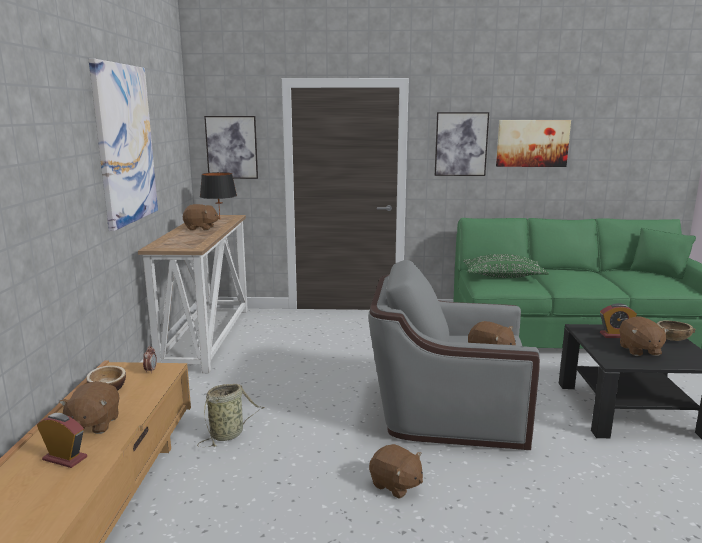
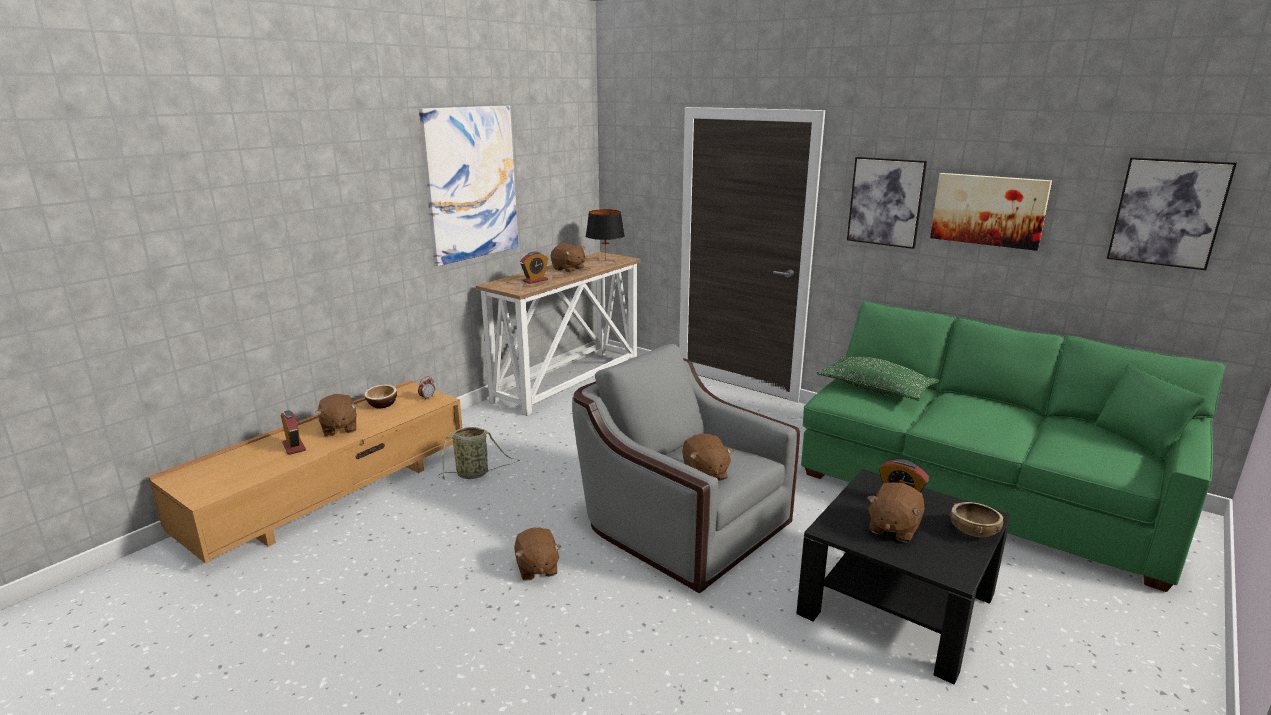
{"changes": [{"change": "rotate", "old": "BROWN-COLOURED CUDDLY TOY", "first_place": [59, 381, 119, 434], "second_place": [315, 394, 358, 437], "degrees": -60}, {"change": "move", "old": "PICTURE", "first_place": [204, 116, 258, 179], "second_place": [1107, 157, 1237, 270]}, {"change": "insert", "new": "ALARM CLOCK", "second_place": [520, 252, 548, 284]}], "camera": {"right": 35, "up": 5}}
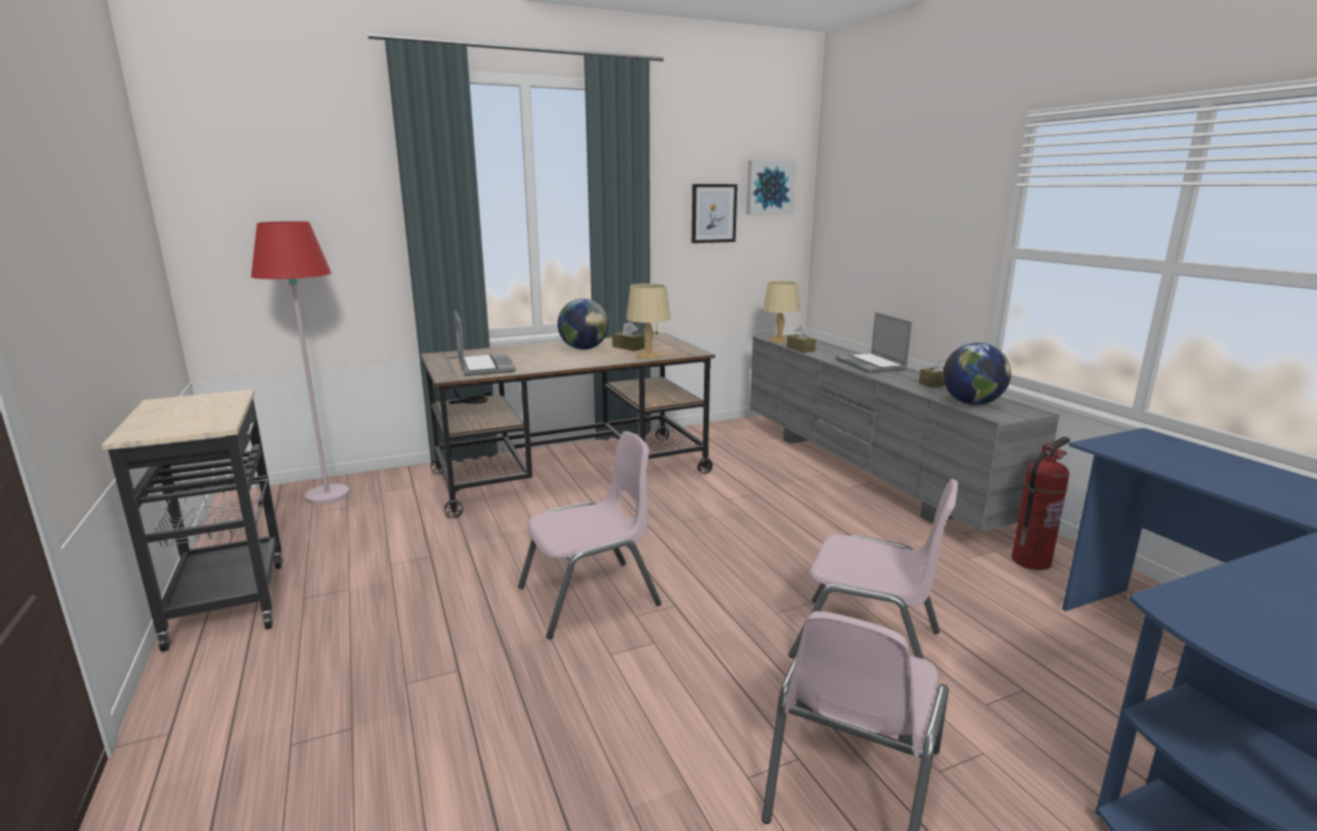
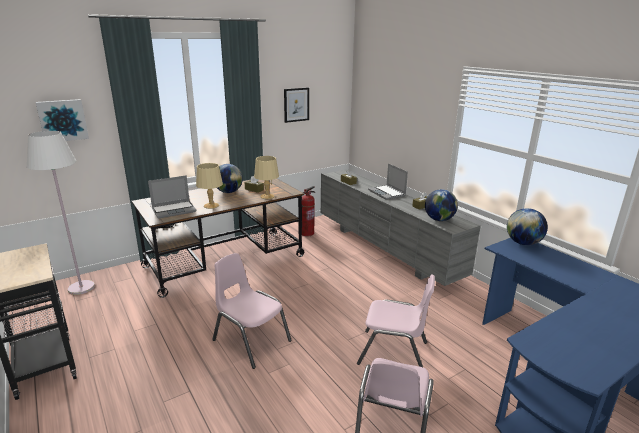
{"changes": [{"change": "recolor", "old": "RED STANDING LAMP", "new": "WHITISH STANDING LAMP", "first_place": [251, 221, 350, 504], "second_place": [27, 131, 95, 295]}, {"change": "rotate", "old": "NOTEBOOK COMPUTER", "first_place": [454, 310, 516, 376], "second_place": [148, 175, 196, 218], "degrees": 90}, {"change": "rotate", "old": "PINK CHAIR", "first_place": [518, 431, 662, 639], "second_place": [212, 253, 292, 369], "degrees": -105}, {"change": "move", "old": "PICTURE", "first_place": [747, 160, 795, 214], "second_place": [36, 99, 89, 141]}, {"change": "move", "old": "BEIGE TABLETOP LAMP", "first_place": [763, 281, 800, 343], "second_place": [196, 163, 223, 209]}, {"change": "move", "old": "FIRE-FIGHTING CYLINDER", "first_place": [1011, 437, 1070, 570], "second_place": [302, 186, 315, 236]}, {"change": "insert", "new": "GLOBE", "second_place": [507, 208, 548, 245]}], "camera": {"right": -10, "up": 5}}
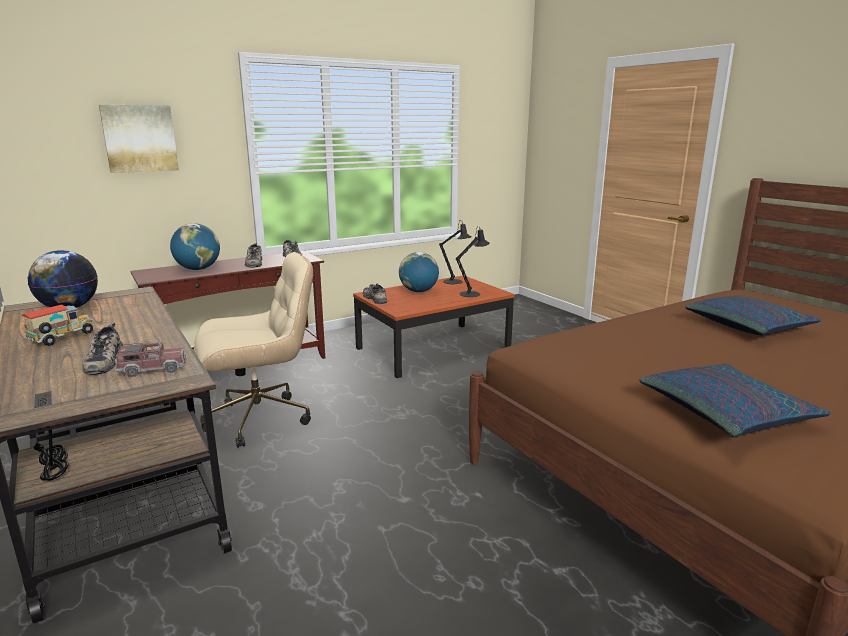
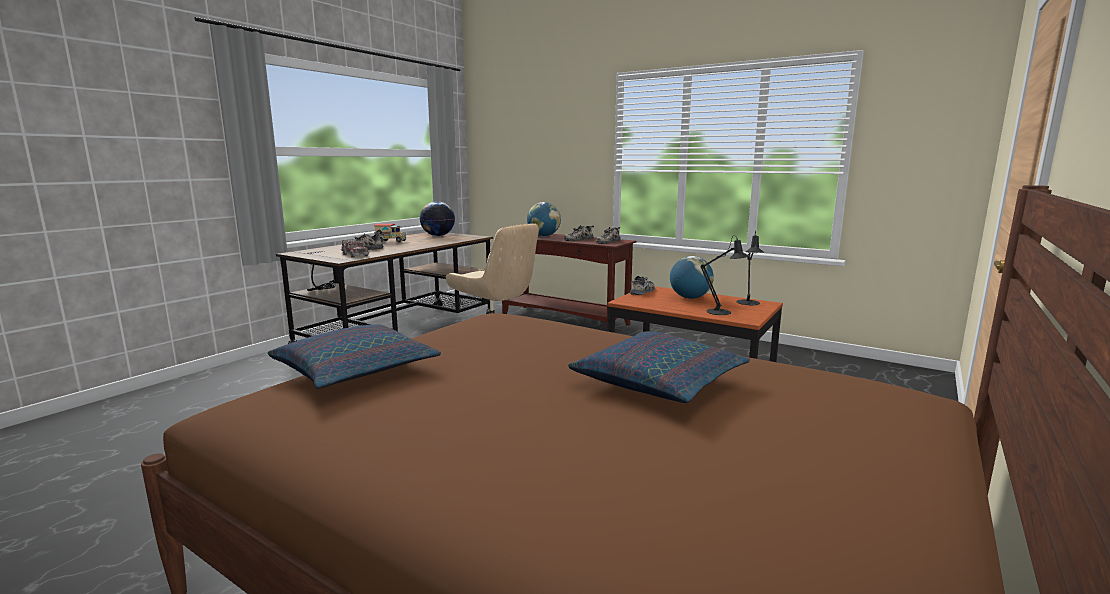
{"changes": [{"change": "delete", "old": "PICTURE", "first_place": [99, 105, 179, 173]}], "camera": {"right": 65, "up": -5}}
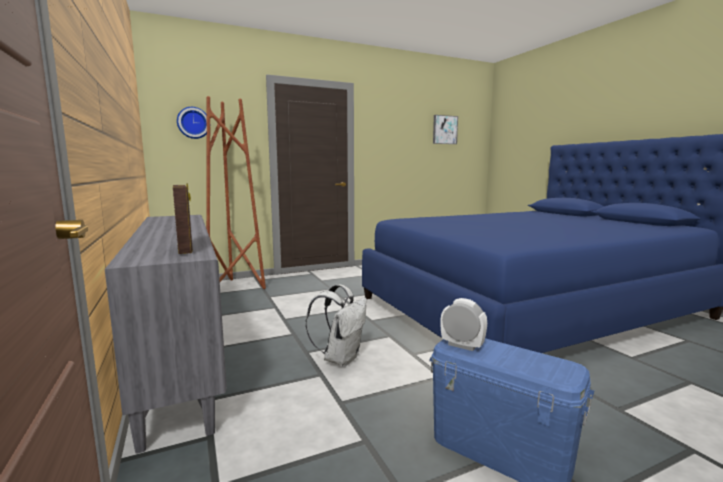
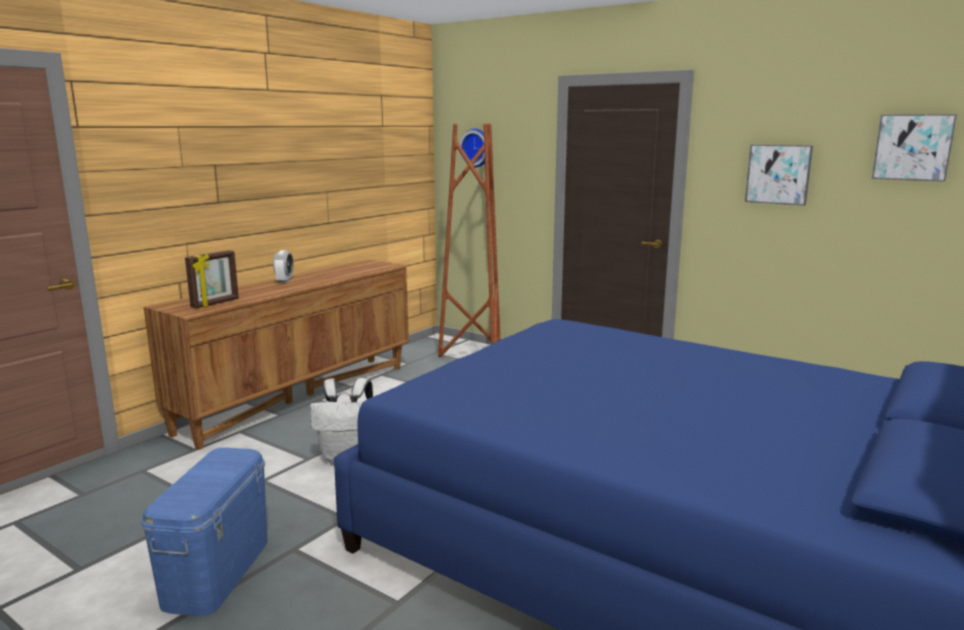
{"changes": [{"change": "recolor", "old": "GREY DRAWER CHEST", "new": "BROWN-COLOURED DRAWER CHEST", "first_place": [105, 215, 227, 454], "second_place": [144, 259, 409, 450]}, {"change": "move", "old": "ALARM CLOCK", "first_place": [440, 298, 487, 351], "second_place": [273, 250, 294, 283]}, {"change": "insert", "new": "PICTURE", "second_place": [745, 145, 813, 206]}], "camera": {"right": 60, "up": 5}}
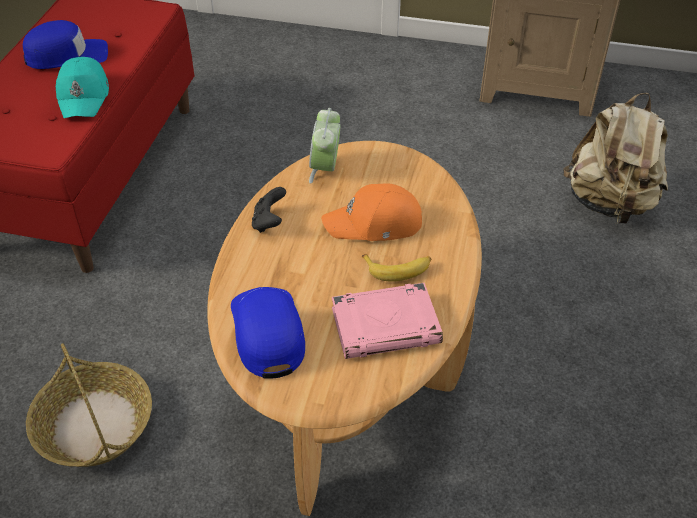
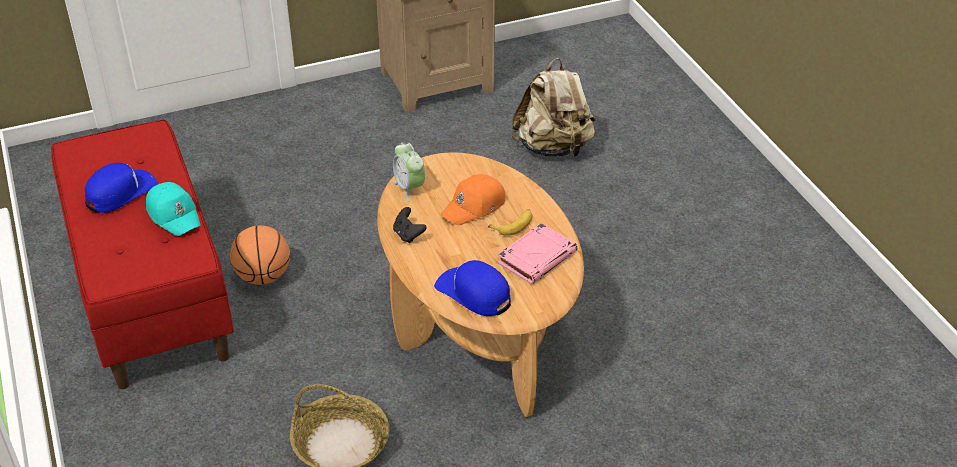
{"changes": [{"change": "insert", "new": "BASKETBALL BALL", "second_place": [230, 225, 290, 285]}], "camera": {"right": -35, "up": -5}}
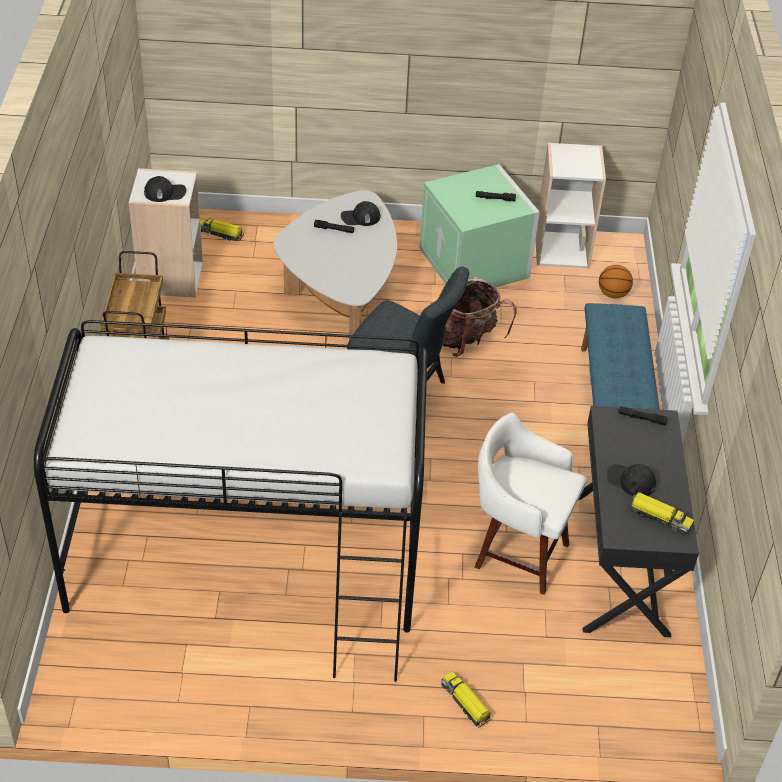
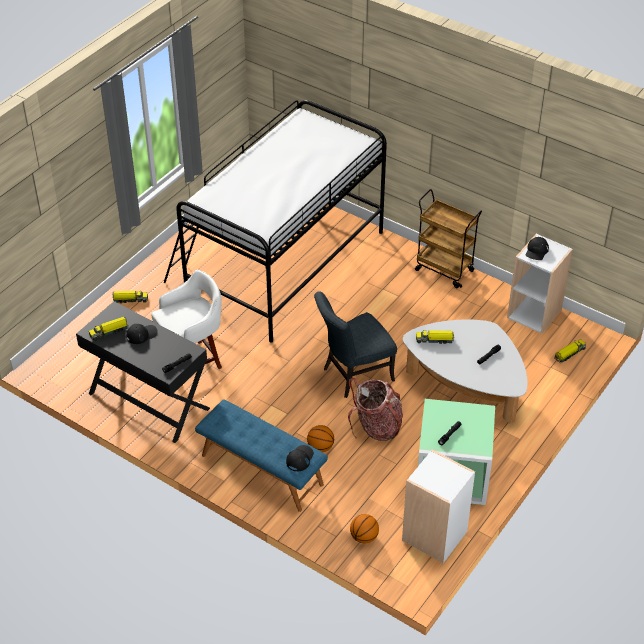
{"changes": [{"change": "move", "old": "BLACKISH CAP", "first_place": [341, 201, 380, 226], "second_place": [286, 445, 314, 472]}, {"change": "insert", "new": "BASKETBALL BALL", "second_place": [307, 425, 334, 452]}, {"change": "insert", "new": "MODEL TRUCK", "second_place": [416, 330, 455, 344]}], "camera": {"right": 125, "up": 0}}
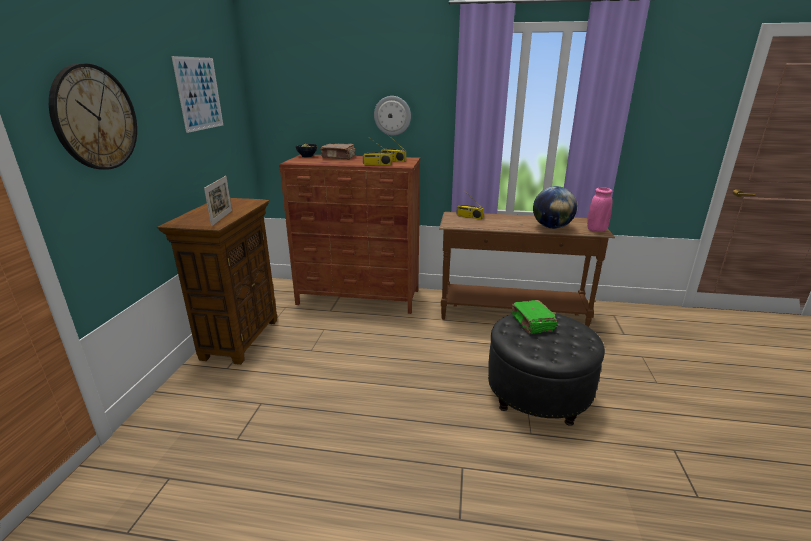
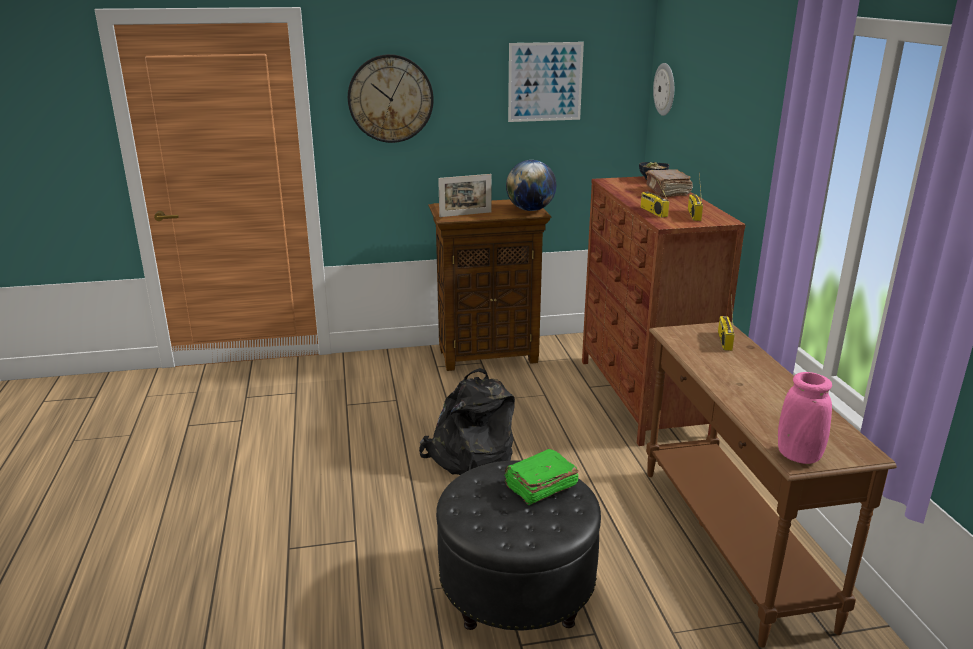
{"changes": [{"change": "move", "old": "HANGING CLOCK", "first_place": [374, 96, 411, 136], "second_place": [653, 63, 674, 116]}, {"change": "move", "old": "GLOBE", "first_place": [533, 186, 577, 229], "second_place": [506, 160, 556, 211]}, {"change": "insert", "new": "BLACKISH BACKPACK", "second_place": [419, 368, 515, 475]}], "camera": {"right": 70, "up": 0}}
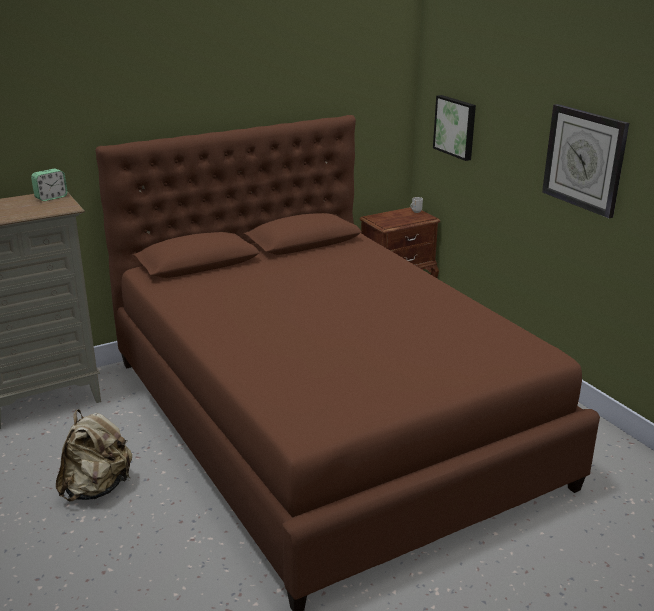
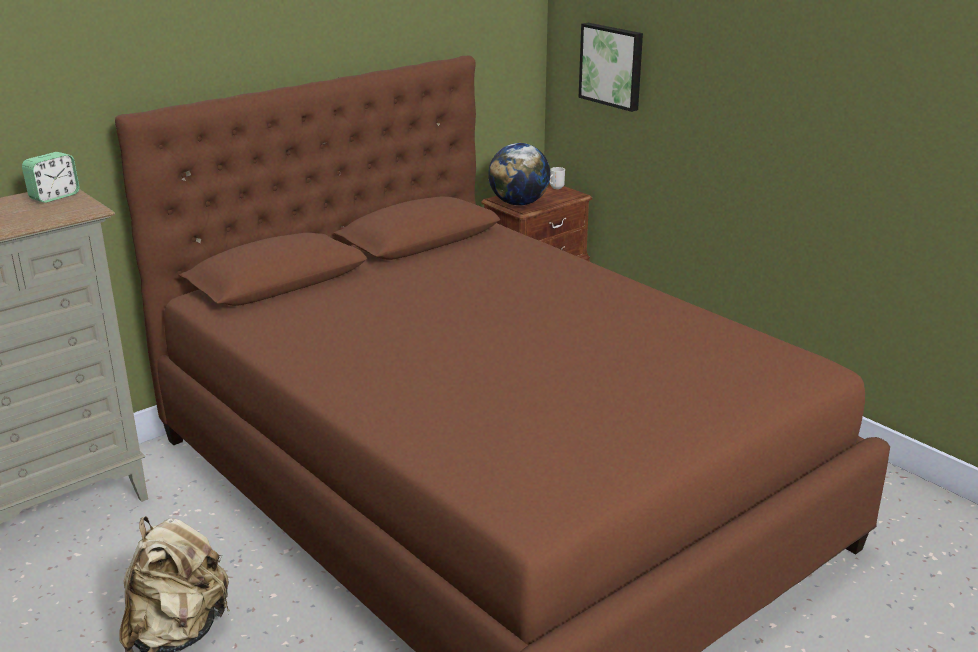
{"changes": [{"change": "delete", "old": "HANGING CLOCK", "first_place": [542, 104, 629, 218]}, {"change": "insert", "new": "GLOBE", "second_place": [488, 143, 550, 206]}], "camera": {"right": -10, "up": 0}}
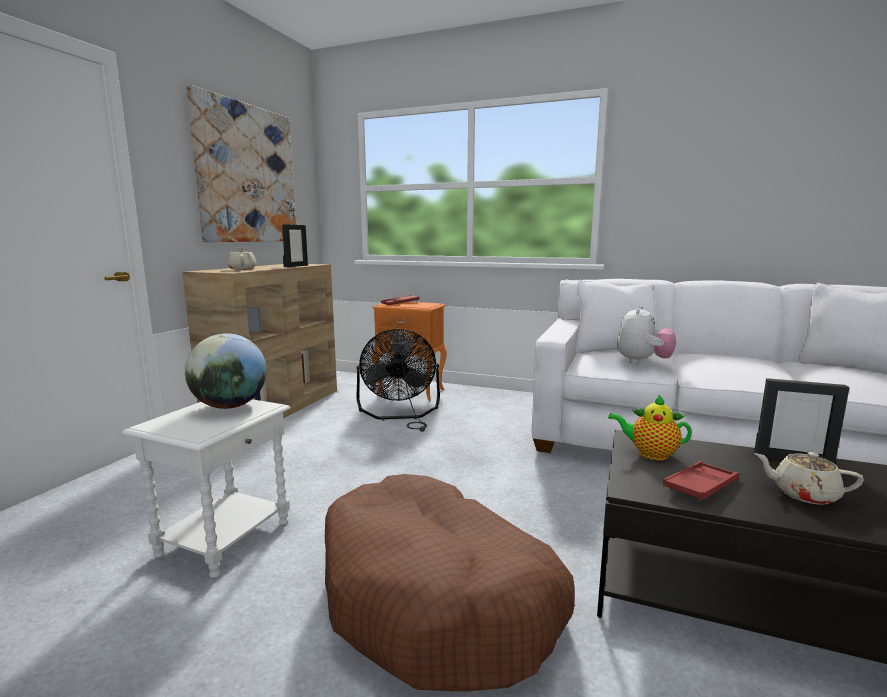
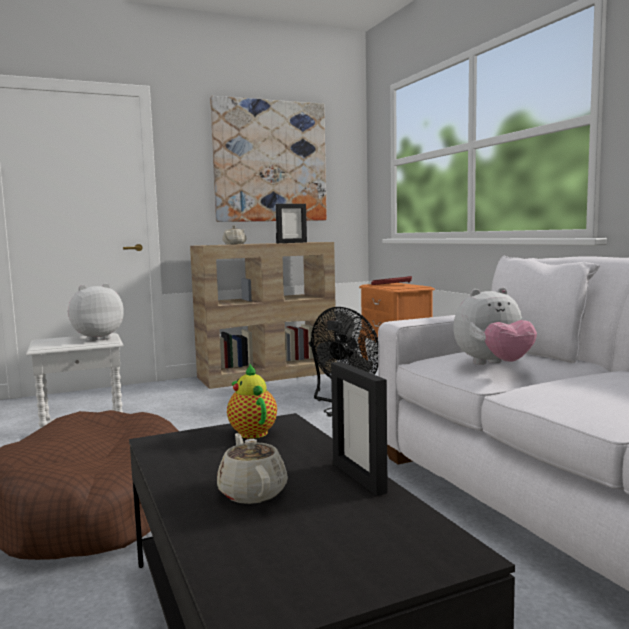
{"changes": [{"change": "replace", "old": "GLOBE", "new": "CUDDLY TOY", "first_place": [185, 333, 267, 409], "second_place": [67, 283, 124, 341]}, {"change": "delete", "old": "RED TRAY", "first_place": [663, 461, 739, 501]}], "camera": {"right": 45, "up": -5}}
